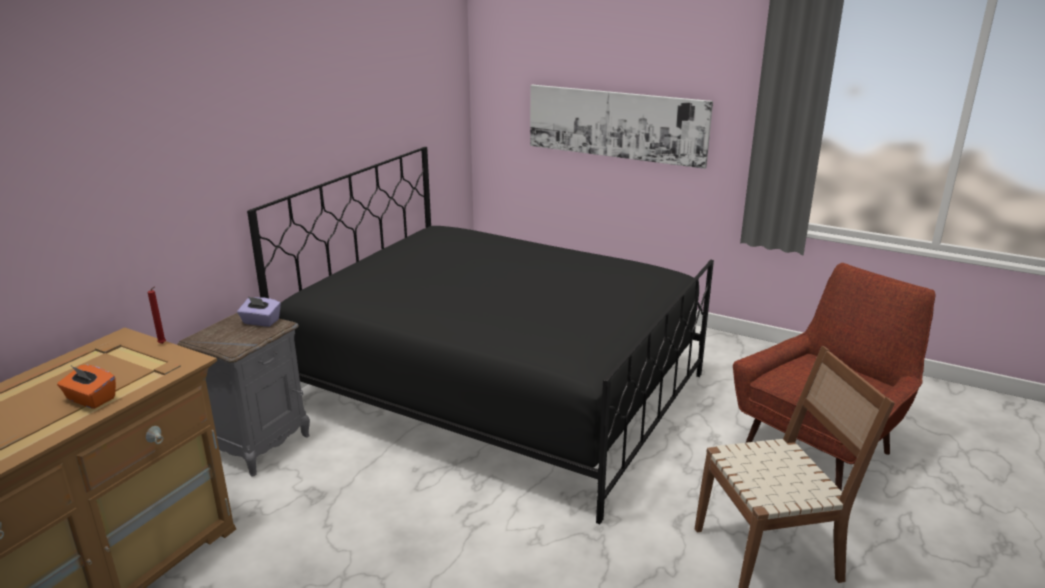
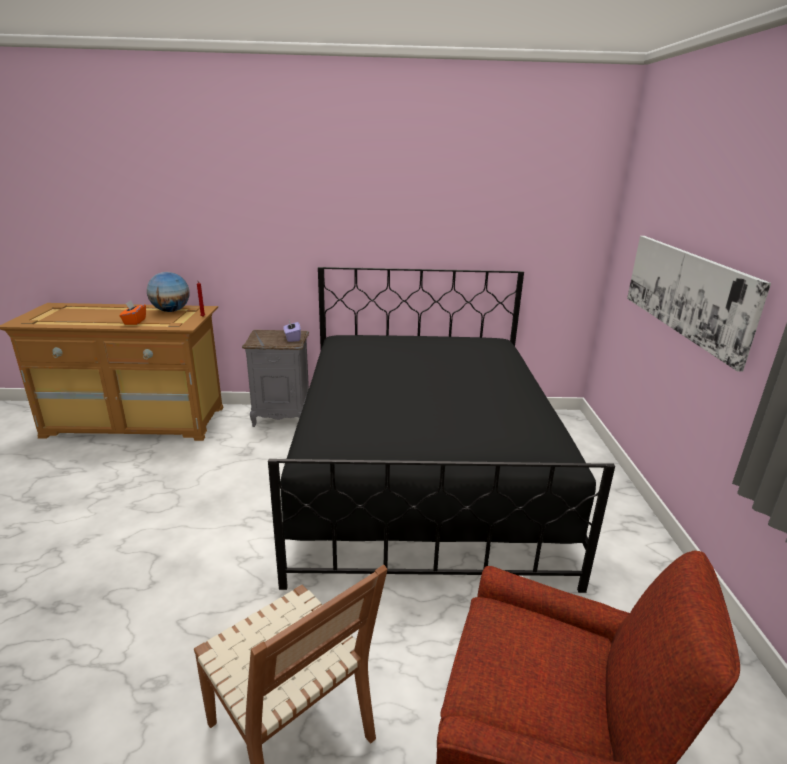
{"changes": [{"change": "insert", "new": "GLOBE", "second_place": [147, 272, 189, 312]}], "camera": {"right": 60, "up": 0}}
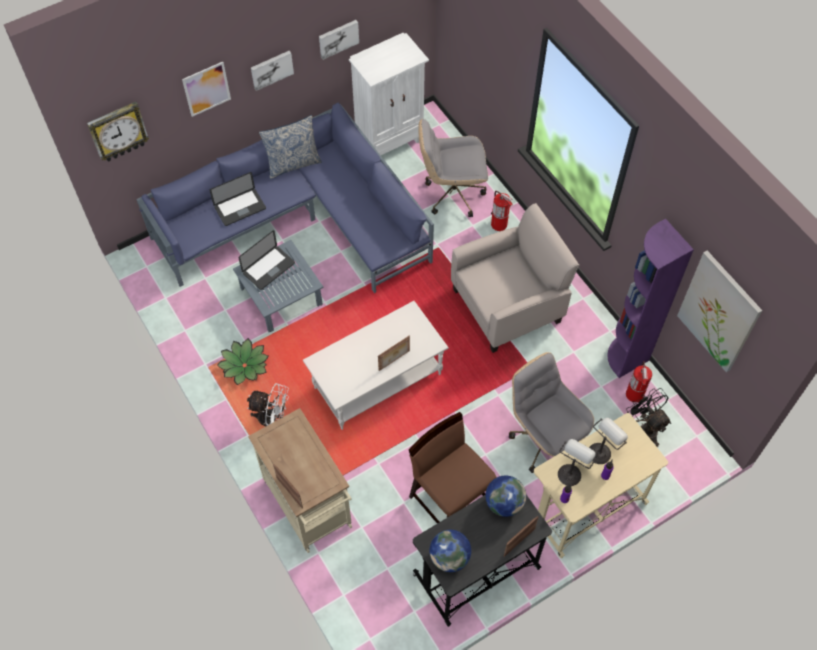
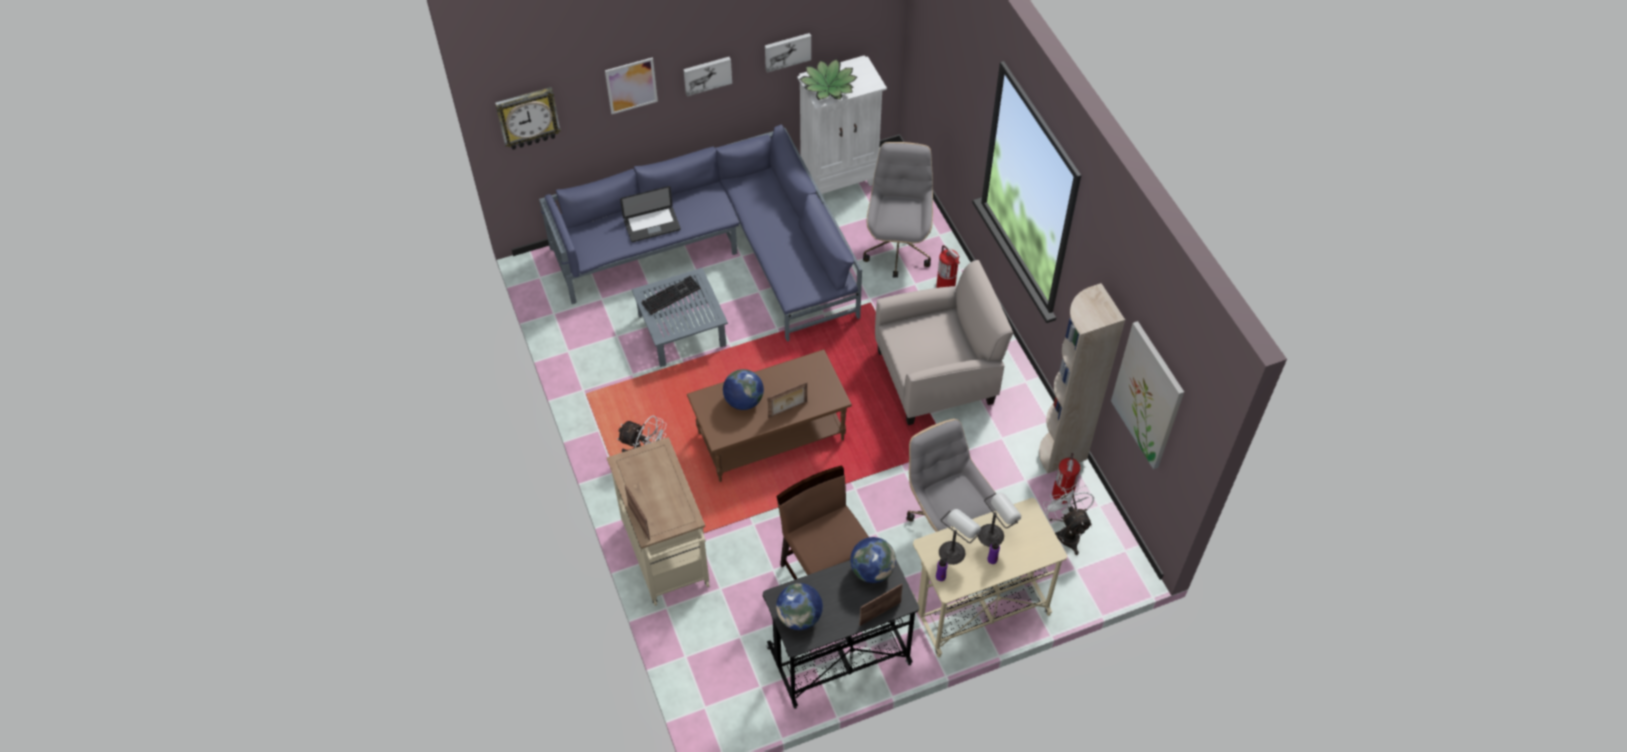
{"changes": [{"change": "move", "old": "HOUSEPLANT", "first_place": [217, 338, 269, 385], "second_place": [800, 59, 857, 100]}, {"change": "replace", "old": "NOTEBOOK COMPUTER", "new": "PC KEYBOARD", "first_place": [239, 230, 295, 290], "second_place": [642, 276, 700, 315]}, {"change": "delete", "old": "PILLOW", "first_place": [259, 115, 322, 179]}, {"change": "recolor", "old": "WHITISH LOUNGE TABLE", "new": "BROWN-COLOURED LOUNGE TABLE", "first_place": [303, 301, 449, 430], "second_place": [687, 349, 852, 482]}, {"change": "rotate", "old": "GREY OFFICE CHAIR", "first_place": [418, 119, 488, 217], "second_place": [863, 142, 933, 278], "degrees": 90}, {"change": "recolor", "old": "PURPLE BOOKSHELF", "new": "BEIGE BOOKSHELF", "first_place": [608, 219, 694, 378], "second_place": [1039, 283, 1125, 474]}, {"change": "recolor", "old": "BLACKISH COOLING FAN", "new": "WHITISH COOLING FAN", "first_place": [626, 388, 671, 447], "second_place": [1043, 484, 1094, 555]}, {"change": "insert", "new": "GLOBE", "second_place": [723, 369, 764, 410]}], "camera": {"right": 10, "up": -5}}
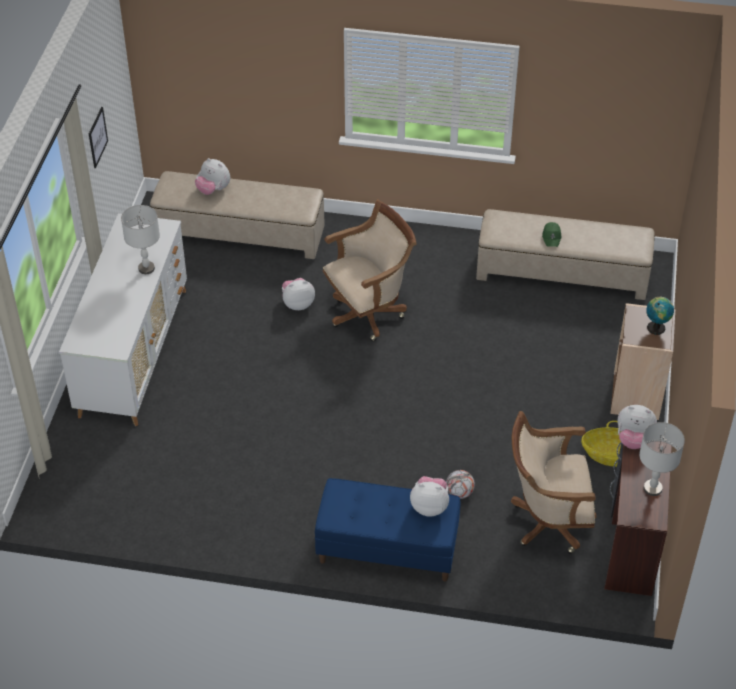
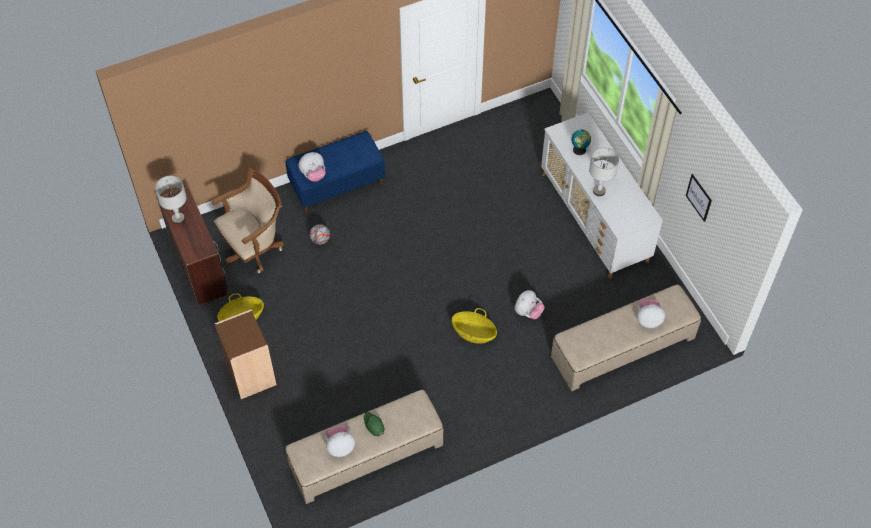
{"changes": [{"change": "replace", "old": "OFFICE CHAIR", "new": "HOUSEHOLD BASKET", "first_place": [323, 199, 417, 341], "second_place": [452, 308, 497, 344]}, {"change": "move", "old": "CUDDLY TOY", "first_place": [617, 405, 657, 449], "second_place": [325, 425, 355, 457]}, {"change": "move", "old": "GLOBE", "first_place": [646, 297, 674, 335], "second_place": [571, 130, 591, 155]}], "camera": {"right": 145, "up": 10}}
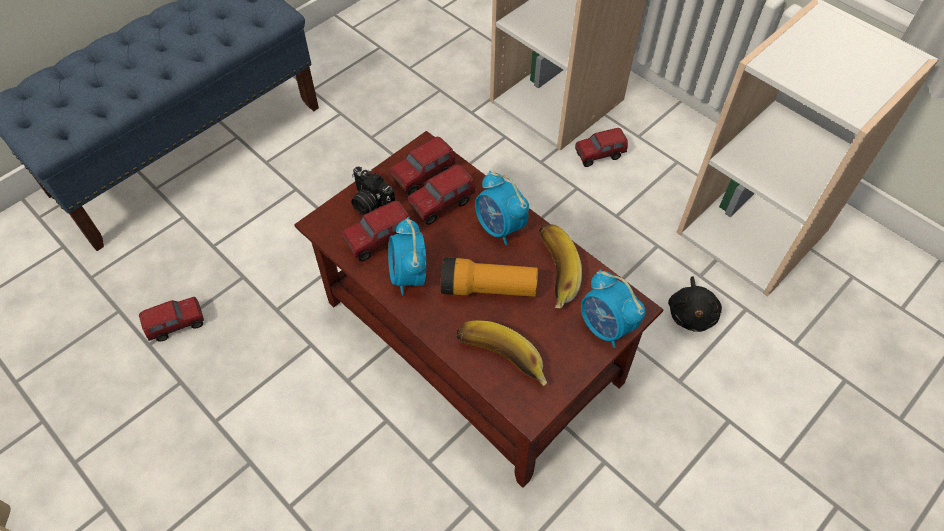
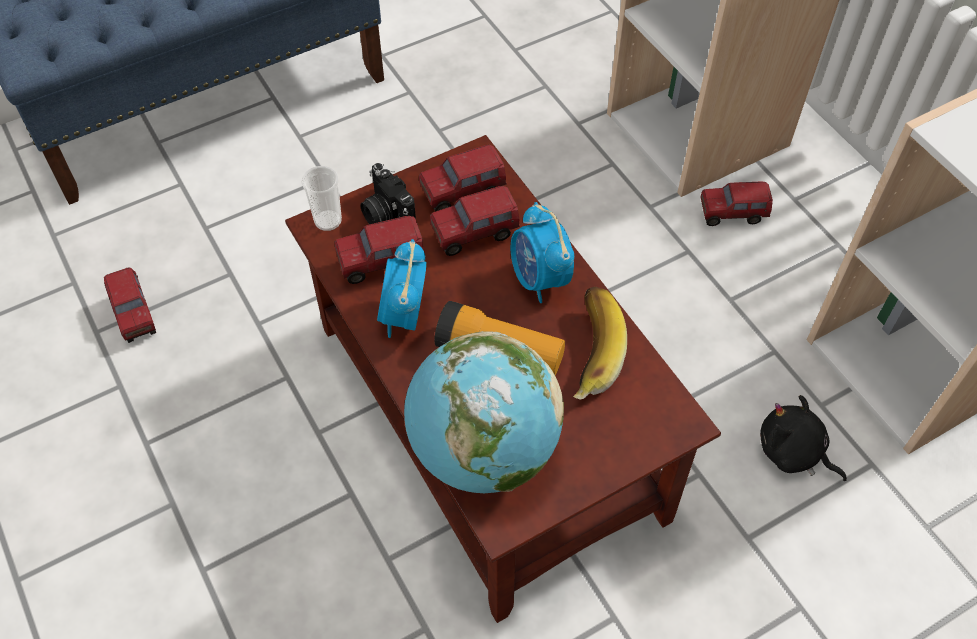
{"changes": [{"change": "rotate", "old": "MODEL TRUCK", "first_place": [139, 297, 204, 342], "second_place": [104, 268, 156, 343], "degrees": 75}, {"change": "replace", "old": "BANANA", "new": "GLOBE", "first_place": [456, 320, 547, 386], "second_place": [404, 331, 564, 493]}, {"change": "delete", "old": "ALARM CLOCK", "first_place": [581, 270, 645, 348]}, {"change": "rotate", "old": "BLACKISH CUDDLY TOY", "first_place": [668, 276, 722, 332], "second_place": [760, 395, 847, 481], "degrees": 105}, {"change": "insert", "new": "DRINKING CUP", "second_place": [301, 166, 342, 231]}], "camera": {"right": 15, "up": 0}}
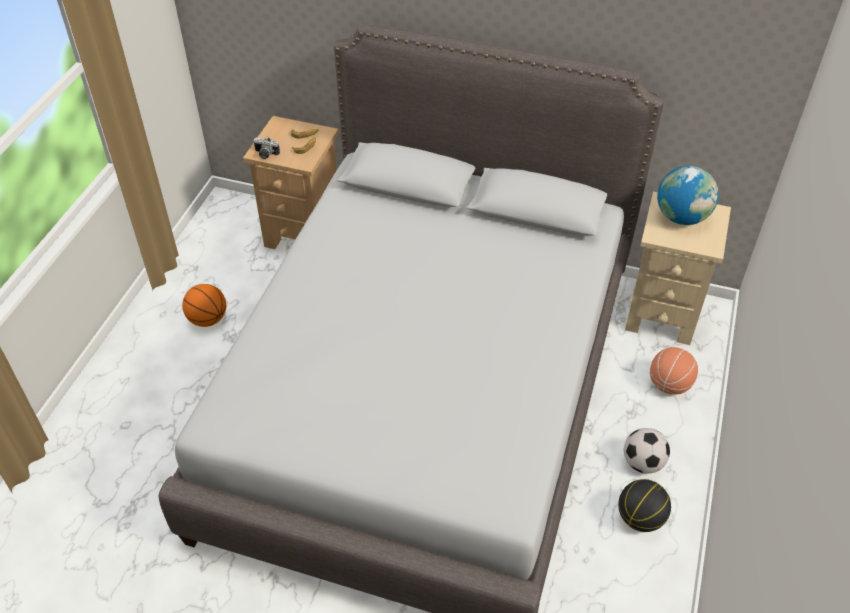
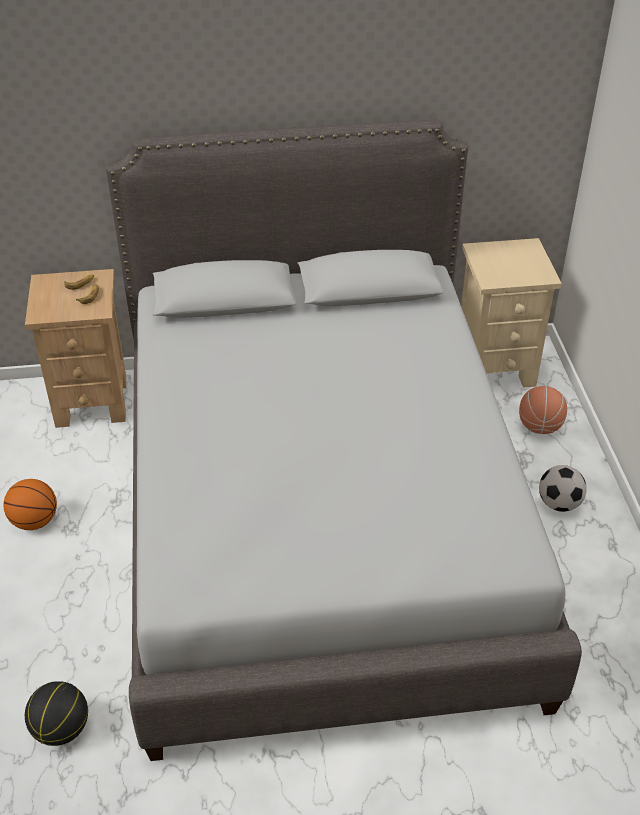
{"changes": [{"change": "delete", "old": "STILL CAMERA", "first_place": [254, 137, 280, 159]}, {"change": "move", "old": "BASKETBALL BALL", "first_place": [618, 479, 671, 532], "second_place": [25, 681, 88, 746]}, {"change": "delete", "old": "GLOBE", "first_place": [657, 166, 719, 225]}], "camera": {"right": -25, "up": -5}}
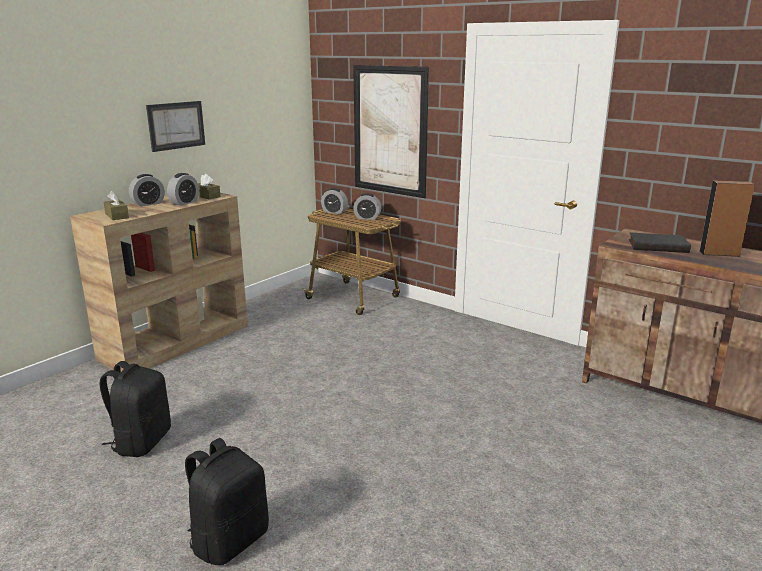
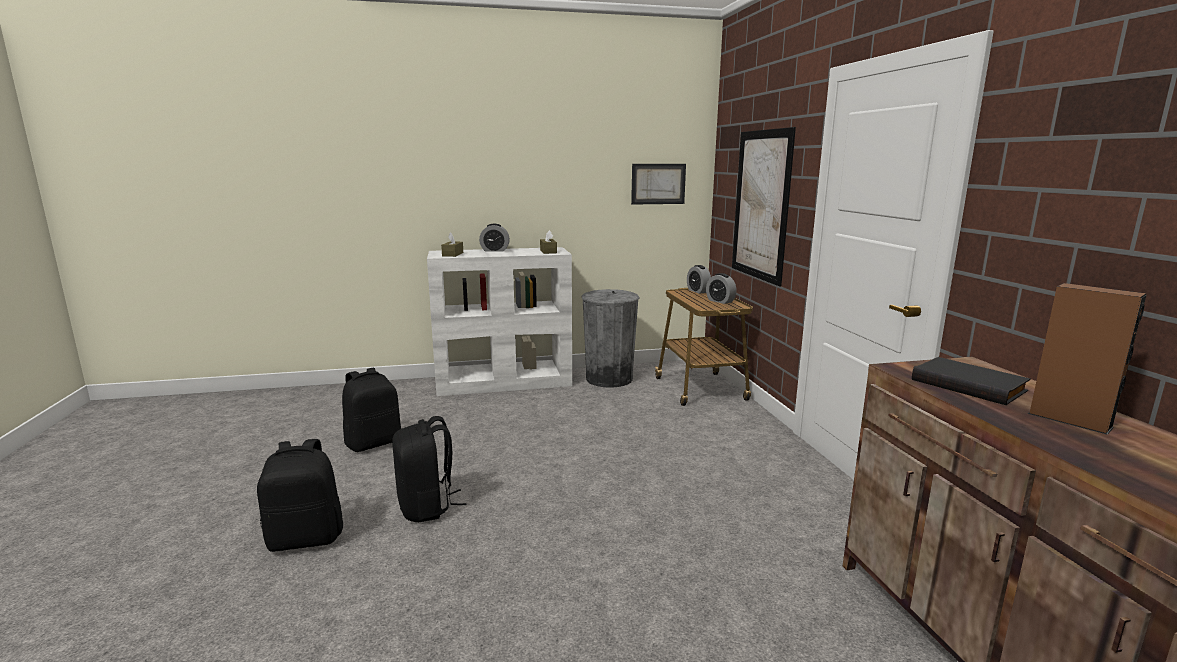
{"changes": [{"change": "recolor", "old": "BROWN-COLOURED BOOKSHELF", "new": "WHITISH BOOKSHELF", "first_place": [70, 193, 248, 372], "second_place": [427, 247, 572, 396]}, {"change": "move", "old": "PICTURE", "first_place": [146, 101, 205, 152], "second_place": [631, 164, 686, 205]}, {"change": "delete", "old": "ALARM CLOCK", "first_place": [167, 173, 199, 205]}, {"change": "insert", "new": "BLACKISH BACKPACK", "second_place": [392, 416, 467, 522]}, {"change": "insert", "new": "GREY WASTE BIN", "second_place": [581, 289, 639, 388]}], "camera": {"right": 40, "up": -5}}
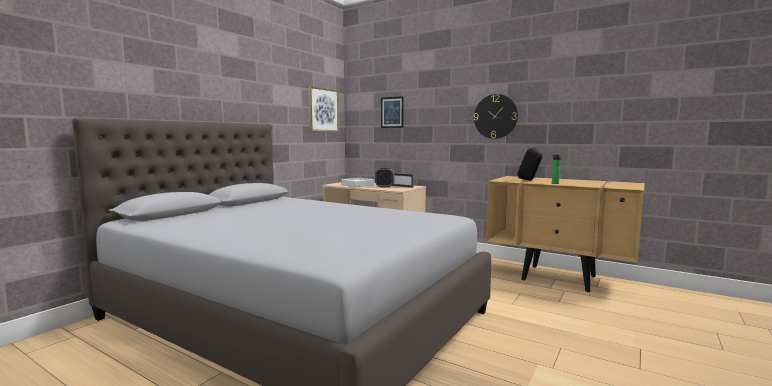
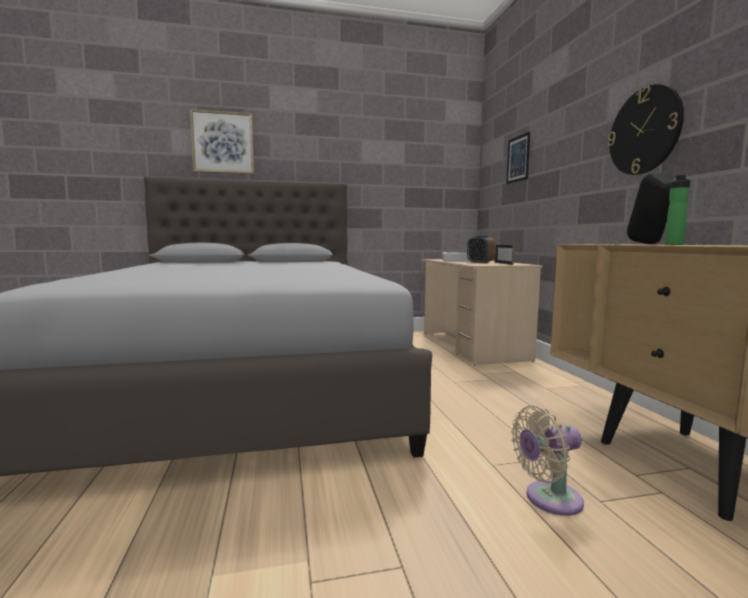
{"changes": [{"change": "move", "old": "PICTURE", "first_place": [309, 86, 339, 132], "second_place": [190, 109, 254, 174]}, {"change": "insert", "new": "BEIGE COOLING FAN", "second_place": [511, 406, 584, 516]}], "camera": {"right": 45, "up": 0}}
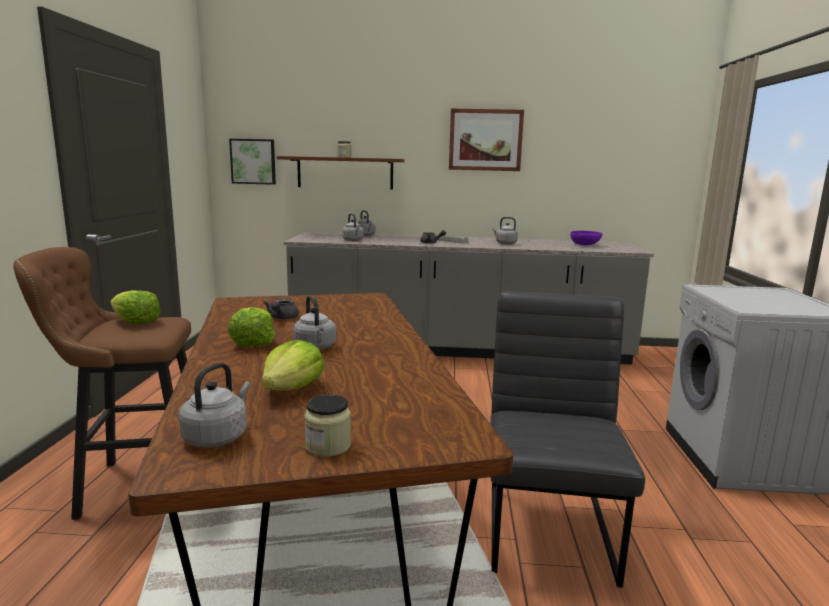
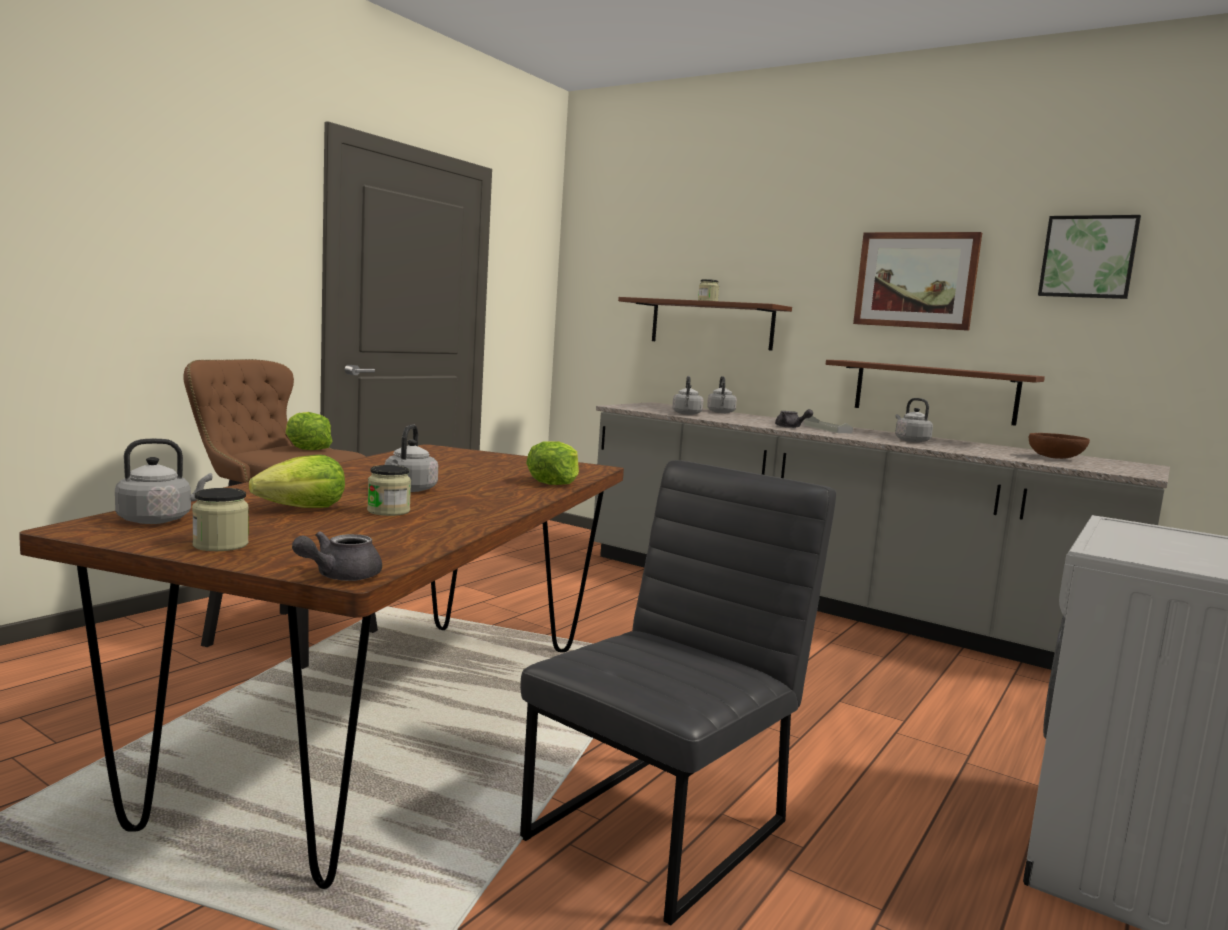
{"changes": [{"change": "move", "old": "LETTUCE", "first_place": [228, 307, 275, 347], "second_place": [526, 441, 579, 485]}, {"change": "move", "old": "PICTURE", "first_place": [229, 139, 276, 185], "second_place": [1038, 215, 1141, 299]}, {"change": "move", "old": "GREY TEA POT", "first_place": [263, 299, 299, 320], "second_place": [292, 531, 382, 581]}, {"change": "recolor", "old": "PURPLE DEEP DISH", "new": "BROWN-COLOURED DEEP DISH", "first_place": [570, 231, 602, 245], "second_place": [1029, 433, 1090, 459]}, {"change": "insert", "new": "PRESERVE JAR", "second_place": [367, 465, 411, 516]}, {"change": "insert", "new": "BROWN-COLOURED WALL SHELF", "second_place": [826, 360, 1045, 426]}], "camera": {"right": 30, "up": -5}}
